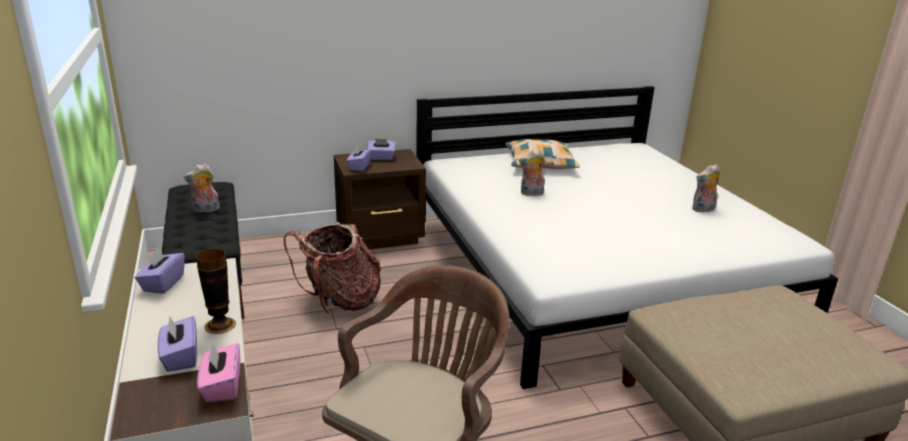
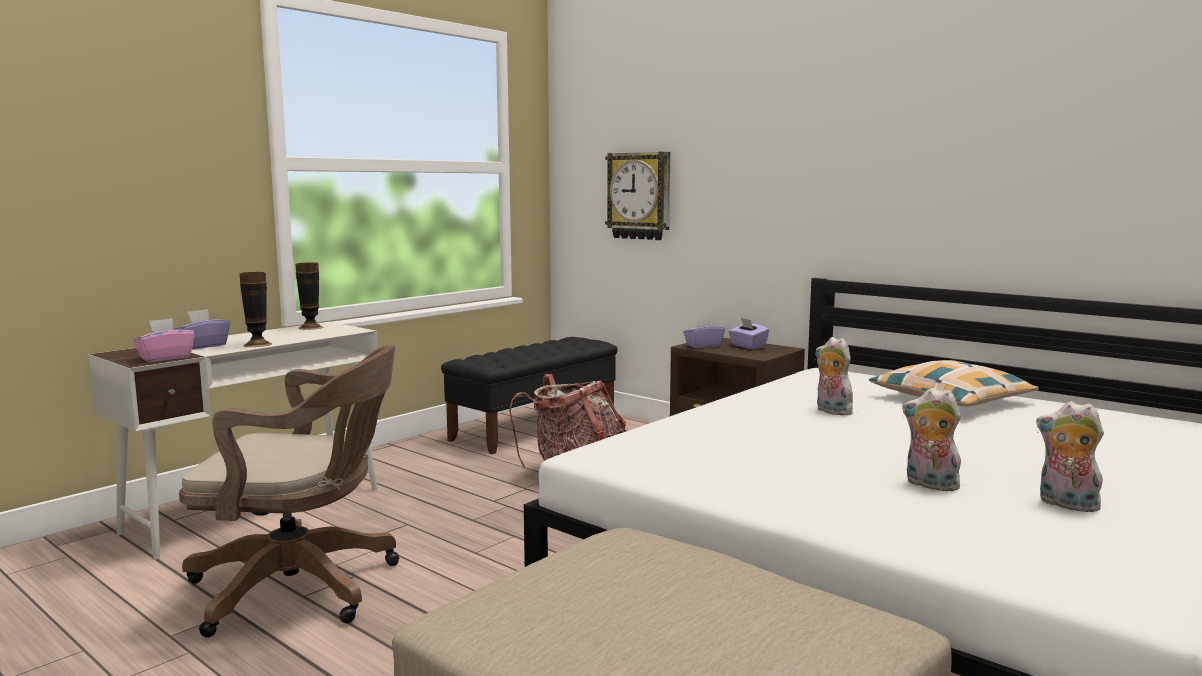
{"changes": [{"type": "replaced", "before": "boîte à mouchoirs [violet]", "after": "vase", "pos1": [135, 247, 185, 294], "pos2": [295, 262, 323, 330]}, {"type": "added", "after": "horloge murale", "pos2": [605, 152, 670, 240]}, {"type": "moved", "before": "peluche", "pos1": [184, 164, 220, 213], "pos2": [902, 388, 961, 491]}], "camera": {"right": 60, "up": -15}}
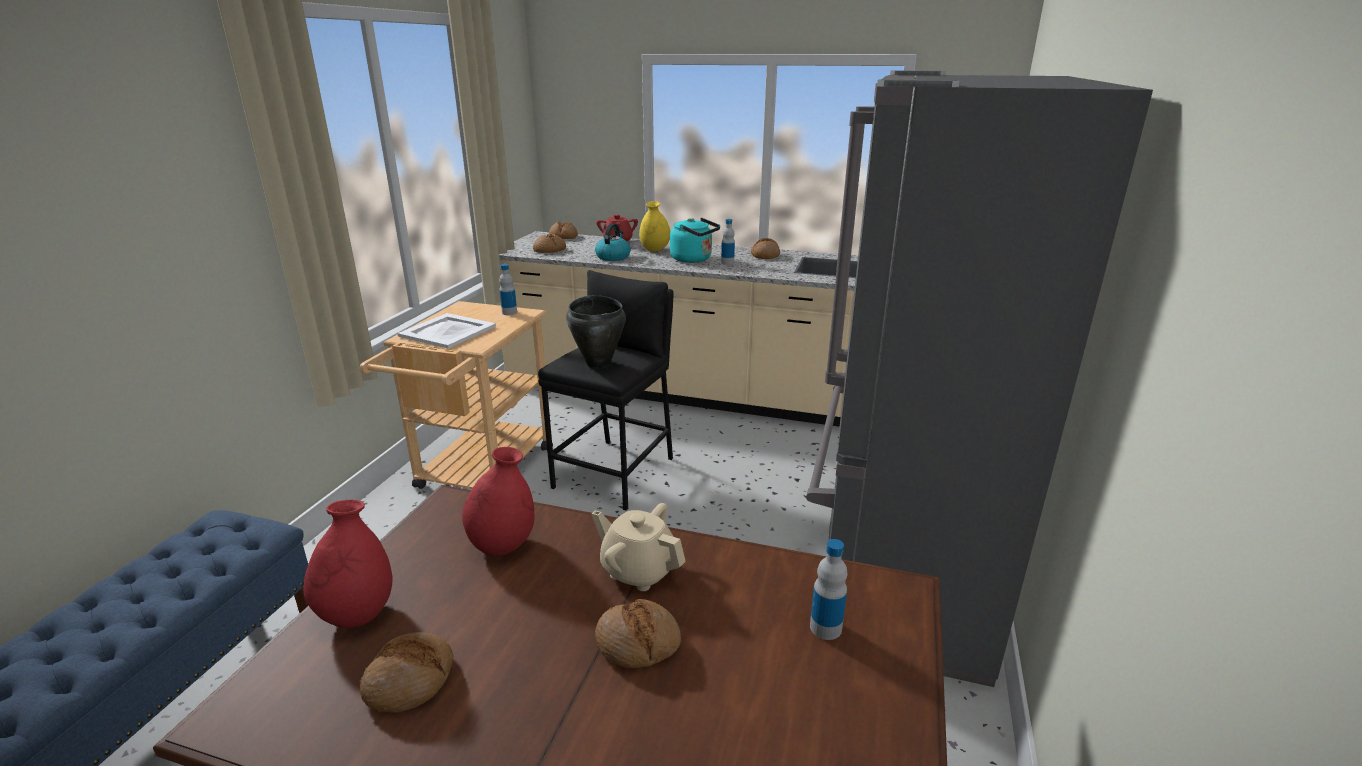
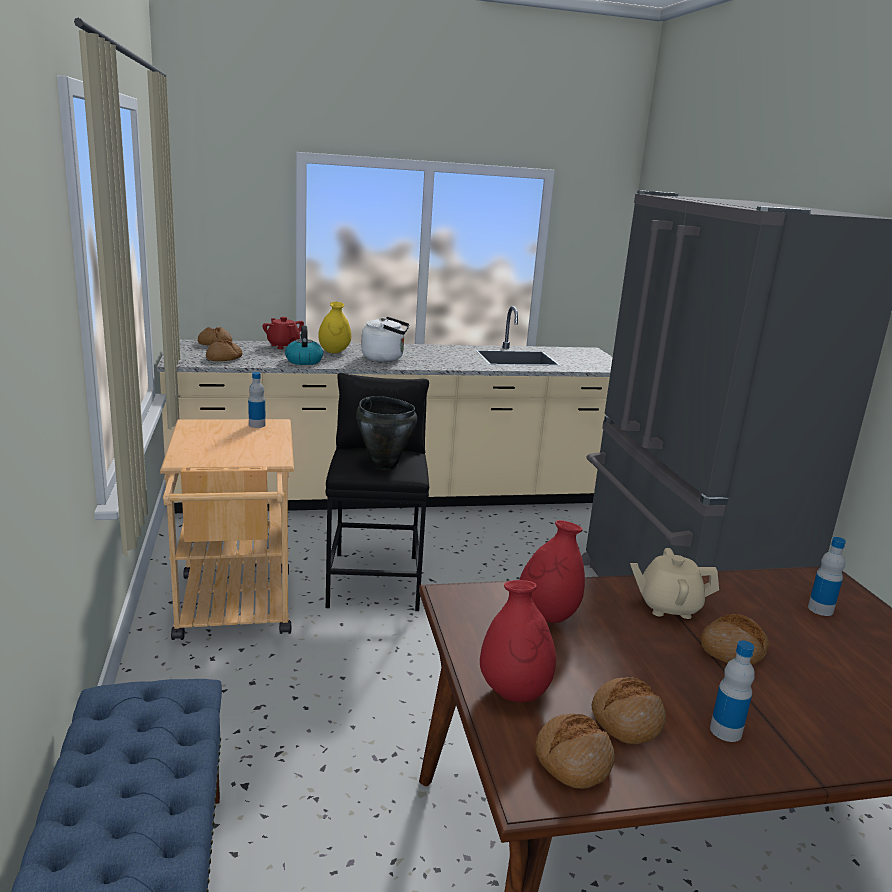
{"changes": [{"type": "recoloured", "before": "bouilloire [turquoise]", "after": "bouilloire [blanc]", "pos1": [670, 218, 720, 263], "pos2": [361, 317, 410, 362]}, {"type": "moved", "before": "pain", "pos1": [751, 238, 780, 259], "pos2": [535, 713, 615, 789]}, {"type": "moved", "before": "bouteille", "pos1": [721, 219, 735, 265], "pos2": [710, 640, 755, 742]}, {"type": "removed", "before": "plateau [blanc]", "pos1": [397, 313, 496, 349]}], "camera": {"right": -30, "up": -5}}
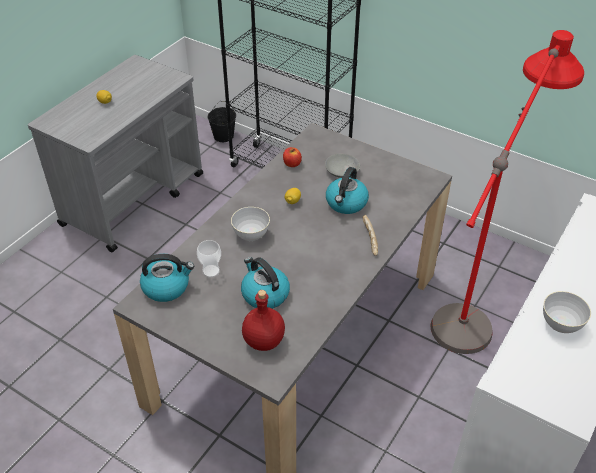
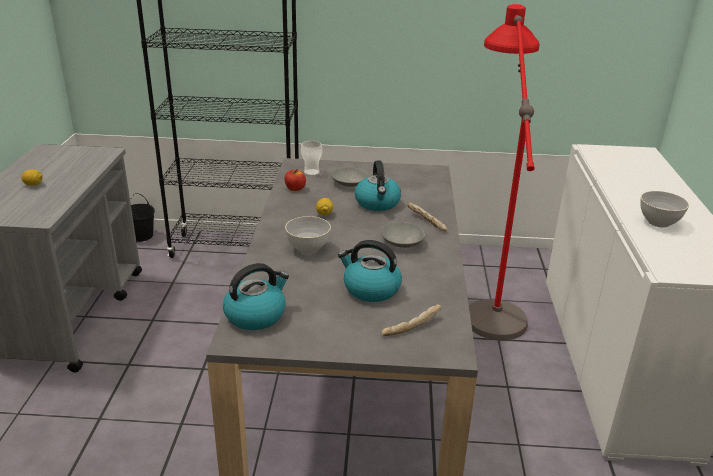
{"changes": [{"type": "moved", "before": "tasse", "pos1": [197, 240, 221, 278], "pos2": [301, 141, 322, 176]}, {"type": "added", "after": "bol [gris]", "pos2": [381, 222, 425, 248]}, {"type": "replaced", "before": "bouteille [rouge]", "after": "pain", "pos1": [242, 290, 285, 351], "pos2": [381, 304, 441, 336]}], "camera": {"right": -30, "up": -15}}
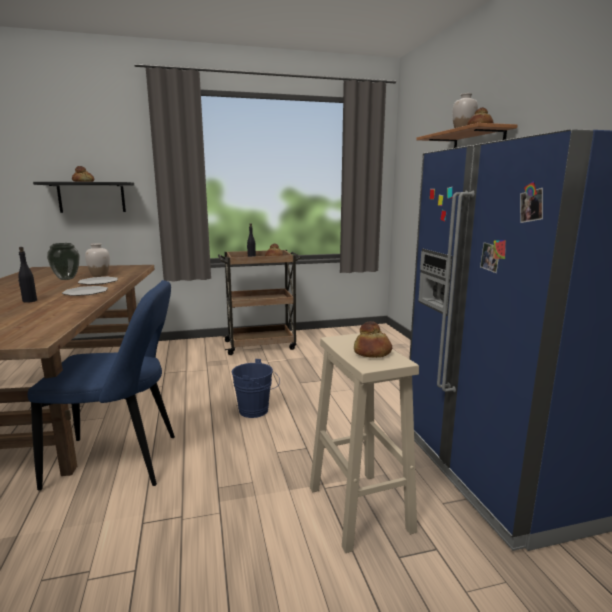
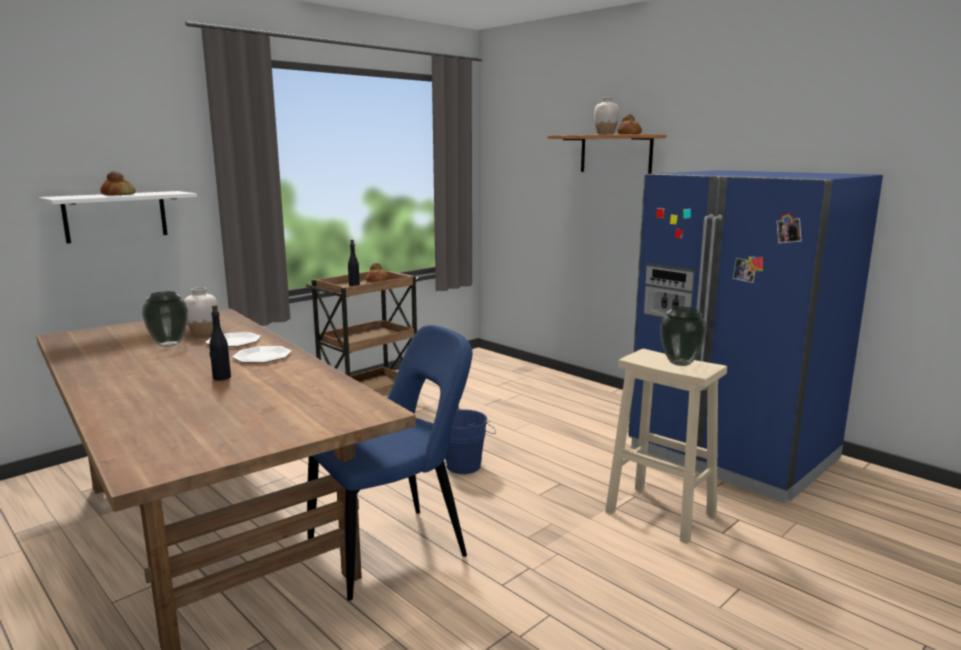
{"changes": [{"type": "recoloured", "before": "étagère [noir]", "after": "étagère [blanc]", "pos1": [33, 182, 134, 213], "pos2": [39, 191, 197, 244]}, {"type": "replaced", "before": "pain", "after": "vase", "pos1": [354, 321, 392, 358], "pos2": [660, 307, 707, 366]}], "camera": {"right": -30, "up": 0}}
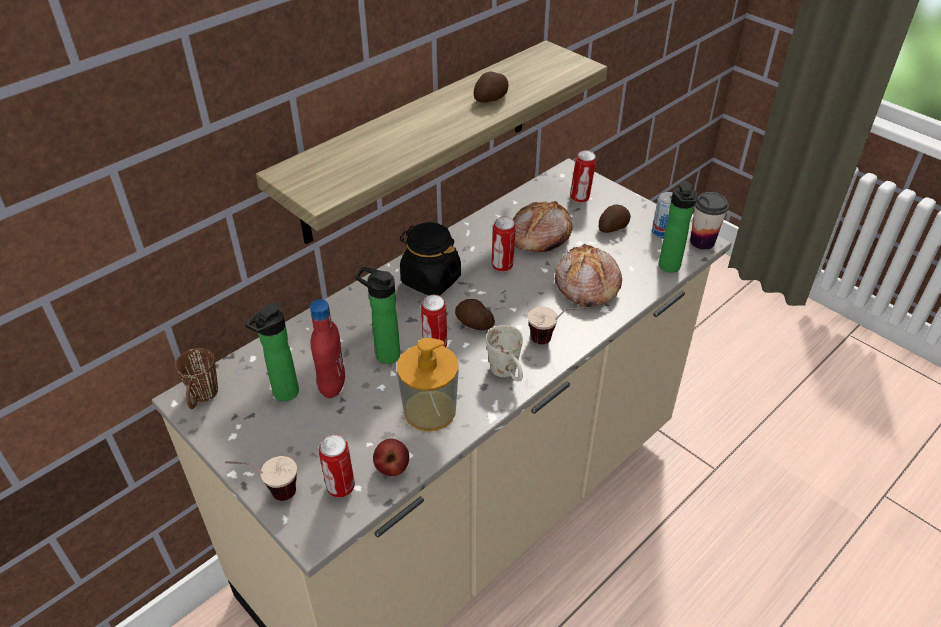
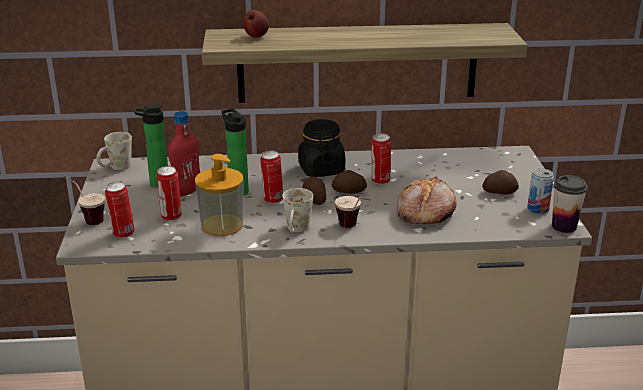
{"changes": [{"type": "recoloured", "before": "mug [marron]", "after": "mug [blanc]", "pos1": [175, 348, 218, 409], "pos2": [96, 132, 132, 170]}, {"type": "moved", "before": "boîte métallique", "pos1": [570, 150, 596, 203], "pos2": [156, 166, 182, 221]}, {"type": "moved", "before": "pomme", "pos1": [373, 438, 409, 476], "pos2": [243, 10, 269, 38]}, {"type": "moved", "before": "pomme de terre", "pos1": [474, 71, 509, 103], "pos2": [332, 170, 367, 194]}, {"type": "removed", "before": "pain", "pos1": [513, 201, 573, 252]}, {"type": "removed", "before": "bouteille", "pos1": [659, 180, 697, 273]}], "camera": {"right": 40, "up": -15}}
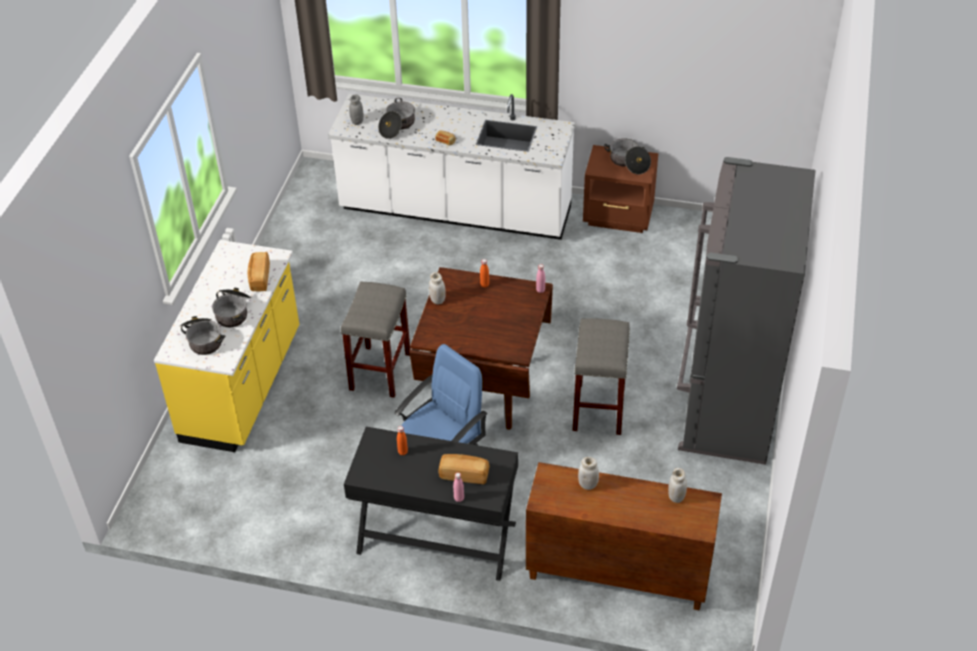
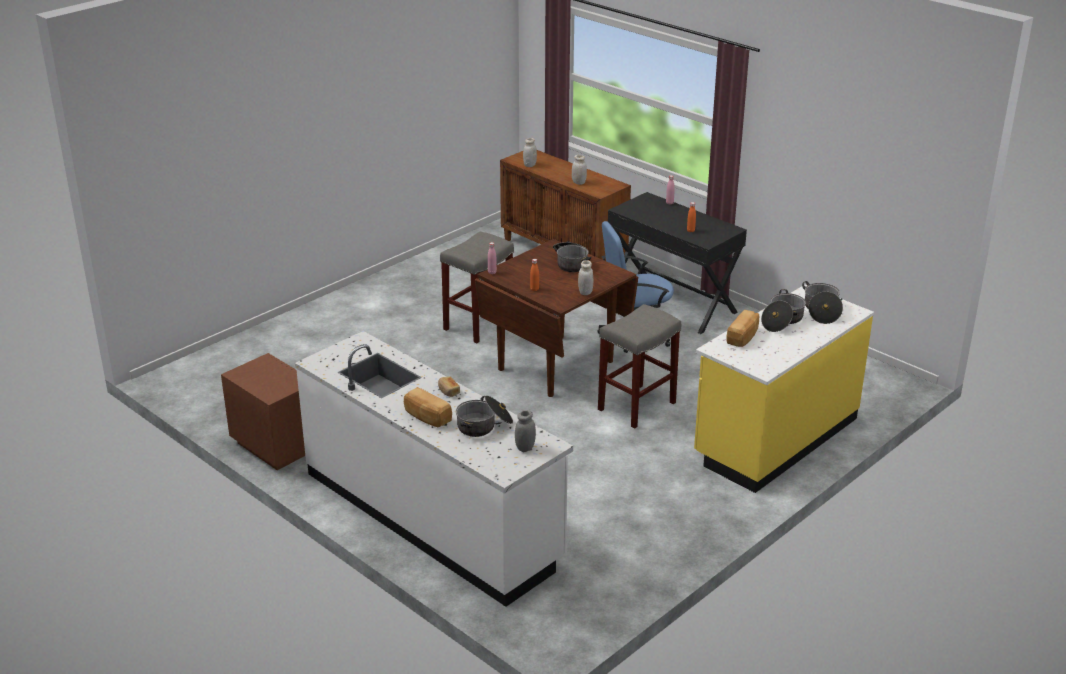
{"changes": [{"type": "moved", "before": "pain", "pos1": [438, 454, 489, 484], "pos2": [404, 387, 452, 427]}, {"type": "moved", "before": "marmite", "pos1": [604, 138, 651, 174], "pos2": [553, 241, 591, 272]}, {"type": "removed", "before": "réfrigérateur [gris]", "pos1": [677, 157, 816, 465]}], "camera": {"right": -150, "up": -15}}
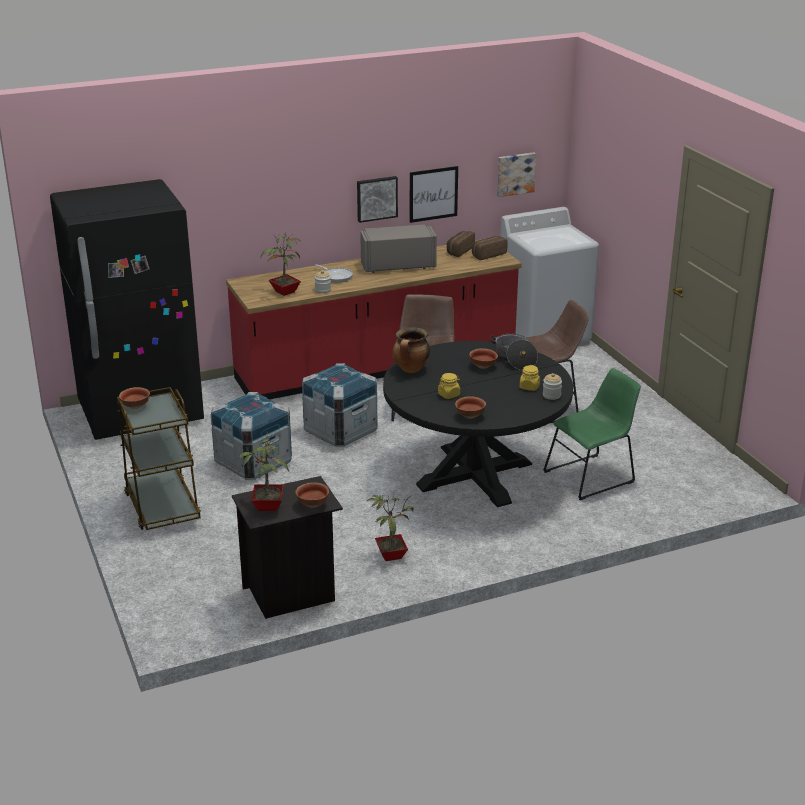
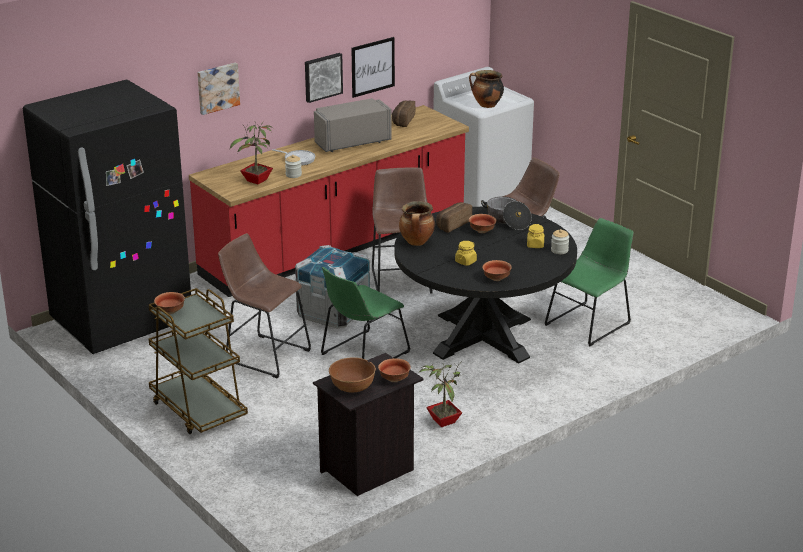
{"changes": [{"type": "moved", "before": "tableau", "pos1": [497, 152, 536, 197], "pos2": [197, 63, 240, 115]}, {"type": "replaced", "before": "caisse", "after": "tabouret [marron]", "pos1": [211, 392, 292, 480], "pos2": [218, 233, 311, 379]}, {"type": "added", "after": "chaise [vert]", "pos2": [321, 267, 411, 359]}, {"type": "replaced", "before": "plante en pot", "after": "bol [marron]", "pos1": [237, 436, 289, 511], "pos2": [329, 357, 376, 392]}, {"type": "moved", "before": "pain", "pos1": [472, 236, 507, 260], "pos2": [436, 202, 472, 233]}, {"type": "added", "after": "marmite", "pos2": [469, 70, 504, 108]}], "camera": {"right": -15, "up": 0}}
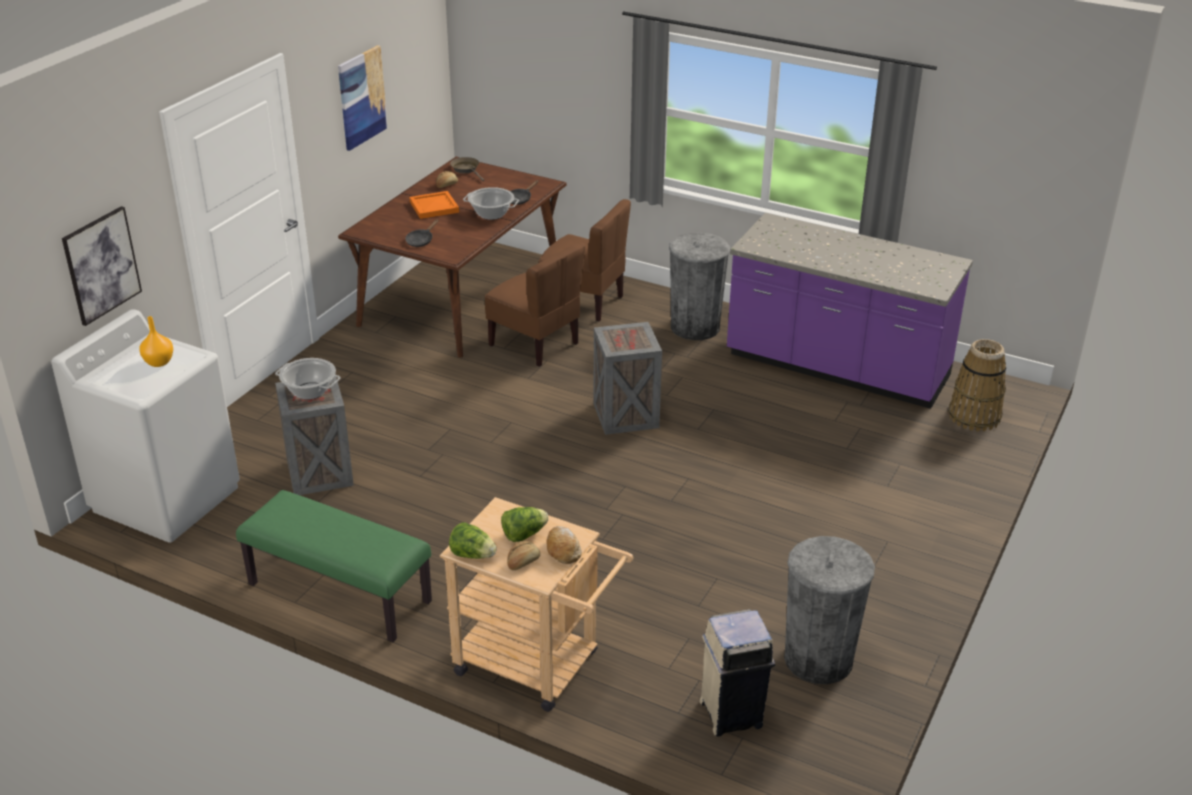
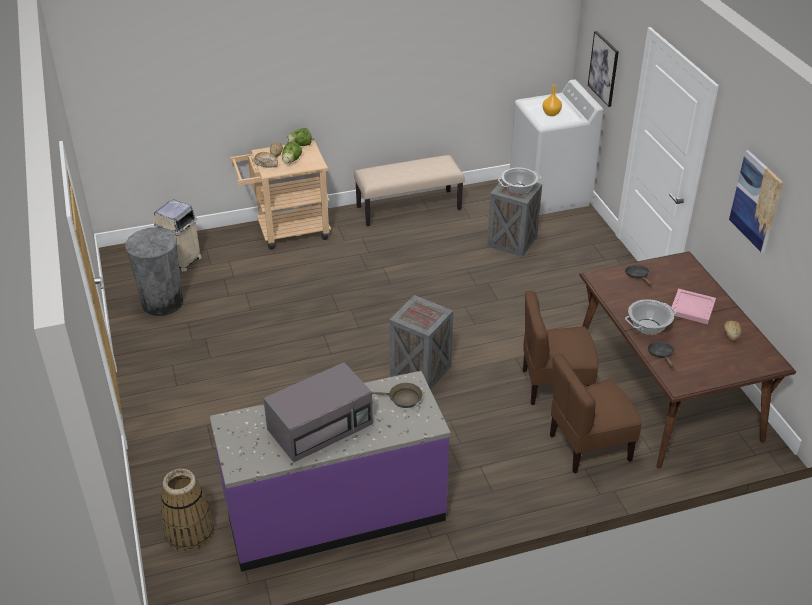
{"changes": [{"type": "added", "after": "micro-ondes [gris]", "pos2": [263, 362, 373, 462]}, {"type": "recoloured", "before": "banc [vert]", "after": "banc [beige]", "pos1": [236, 490, 432, 642], "pos2": [354, 155, 465, 226]}, {"type": "moved", "before": "poêle [marron]", "pos1": [450, 157, 484, 181], "pos2": [372, 383, 422, 408]}, {"type": "recoloured", "before": "plateau [orange]", "after": "plateau [rose]", "pos1": [409, 191, 459, 219], "pos2": [671, 289, 716, 324]}, {"type": "removed", "before": "poubelle [gris]", "pos1": [669, 233, 730, 340]}], "camera": {"right": 135, "up": 5}}
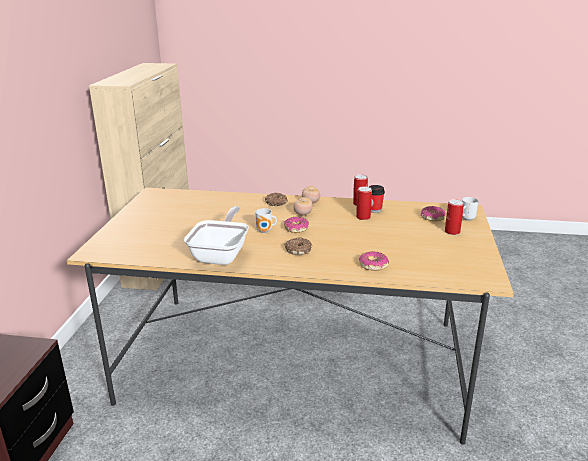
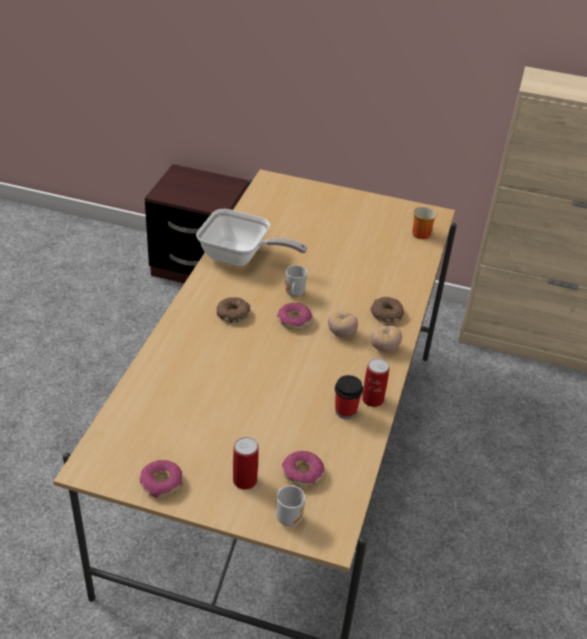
{"changes": [{"type": "moved", "before": "beignet", "pos1": [359, 251, 389, 271], "pos2": [140, 460, 182, 498]}, {"type": "added", "after": "mug", "pos2": [412, 207, 437, 239]}, {"type": "removed", "before": "boîte métallique", "pos1": [356, 186, 372, 220]}], "camera": {"right": 95, "up": 15}}
